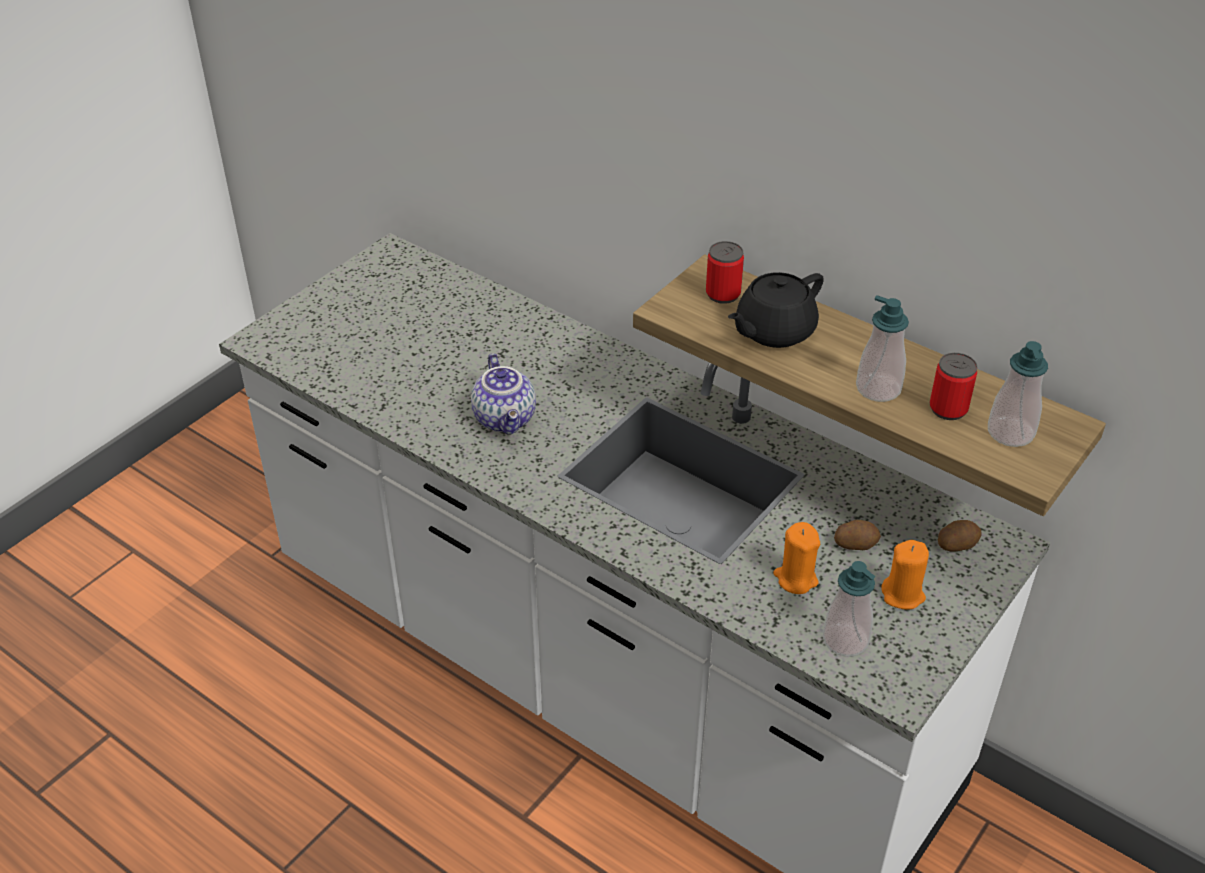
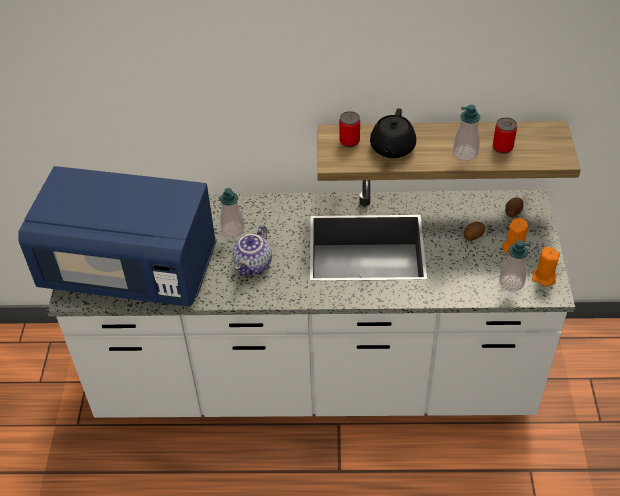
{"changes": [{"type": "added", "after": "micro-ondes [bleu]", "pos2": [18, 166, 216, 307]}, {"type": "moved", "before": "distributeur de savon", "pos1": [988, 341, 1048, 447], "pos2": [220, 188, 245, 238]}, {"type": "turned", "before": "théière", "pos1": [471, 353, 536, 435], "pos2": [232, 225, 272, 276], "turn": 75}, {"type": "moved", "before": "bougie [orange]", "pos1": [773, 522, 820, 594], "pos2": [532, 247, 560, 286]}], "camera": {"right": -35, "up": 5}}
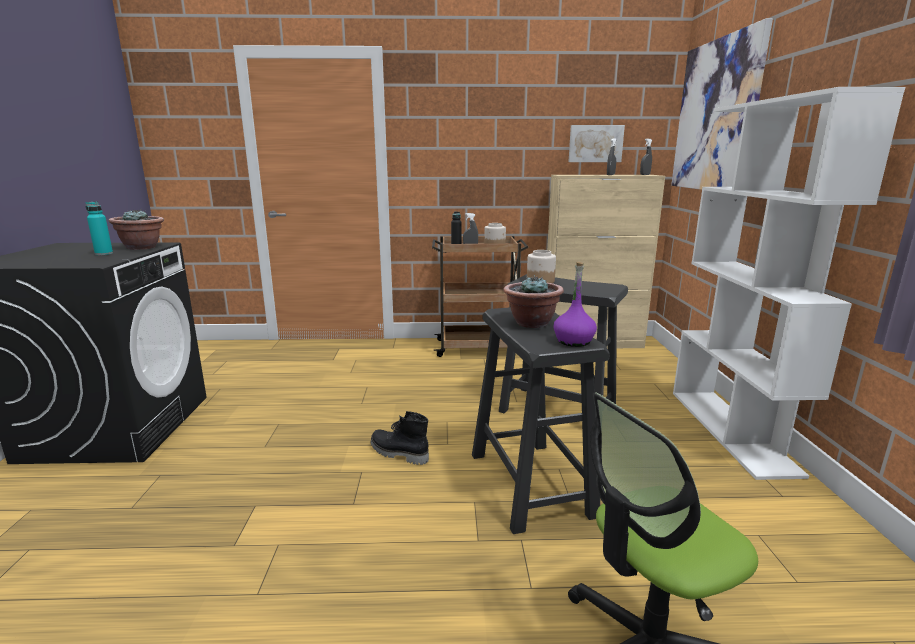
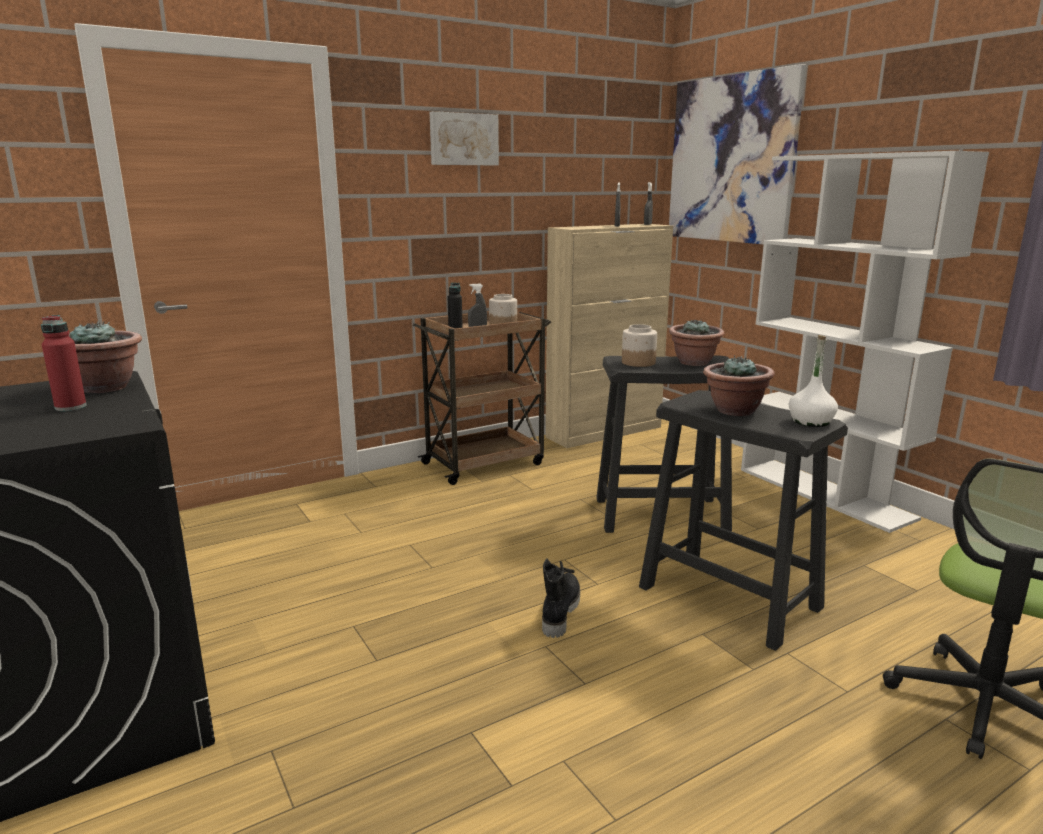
{"changes": [{"type": "recoloured", "before": "bouteille [turquoise]", "after": "bouteille [rouge]", "pos1": [85, 201, 113, 255], "pos2": [41, 315, 87, 411]}, {"type": "moved", "before": "tableau", "pos1": [568, 125, 625, 162], "pos2": [430, 111, 499, 165]}, {"type": "turned", "before": "botte [noir]", "pos1": [371, 411, 429, 465], "pos2": [542, 558, 580, 638], "turn": 105}, {"type": "added", "after": "plante en pot", "pos2": [669, 320, 724, 366]}, {"type": "recoloured", "before": "bouteille [violet]", "after": "bouteille [blanc]", "pos1": [554, 262, 597, 347], "pos2": [789, 335, 838, 427]}], "camera": {"right": -30, "up": 0}}
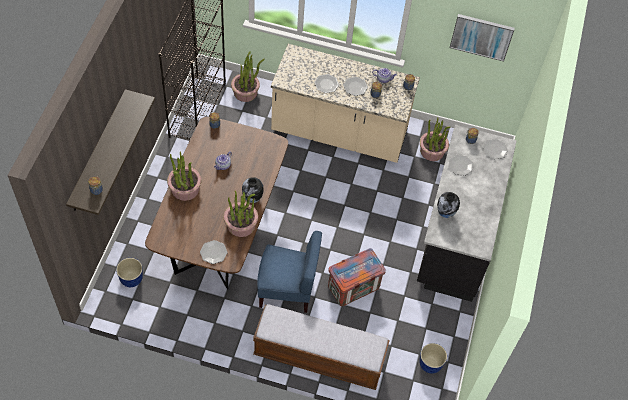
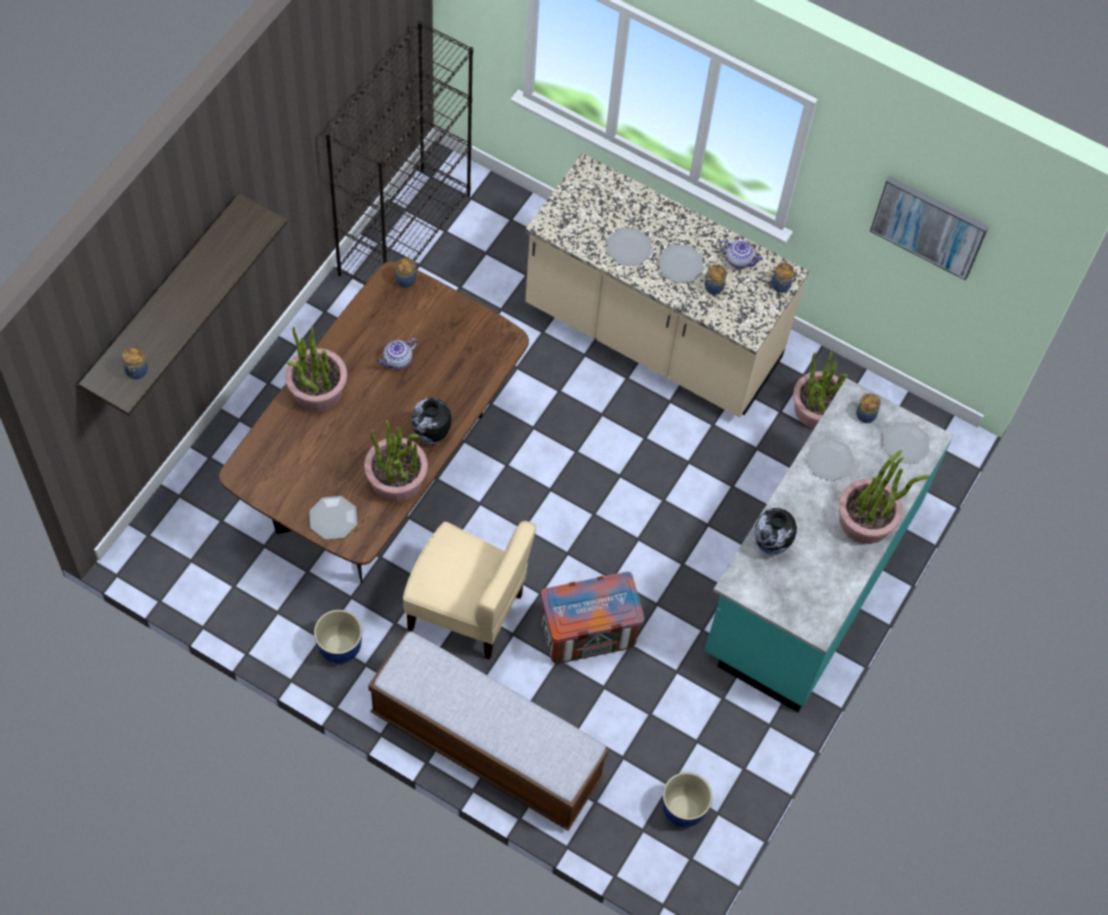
{"changes": [{"type": "moved", "before": "cache-pot", "pos1": [116, 258, 143, 287], "pos2": [314, 610, 362, 664]}, {"type": "recoloured", "before": "chaise [bleu]", "after": "chaise [beige]", "pos1": [257, 231, 322, 313], "pos2": [403, 521, 536, 660]}, {"type": "recoloured", "before": "comptoir de cuisine [noir]", "after": "comptoir de cuisine [turquoise]", "pos1": [417, 125, 517, 302], "pos2": [705, 378, 954, 713]}, {"type": "moved", "before": "plante en pot", "pos1": [231, 51, 265, 102], "pos2": [839, 450, 930, 544]}], "camera": {"right": 15, "up": 5}}
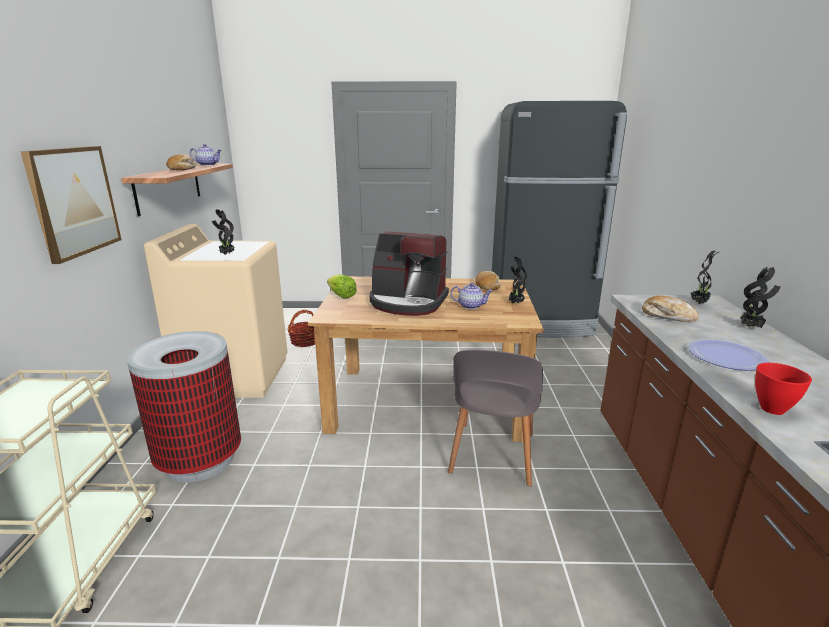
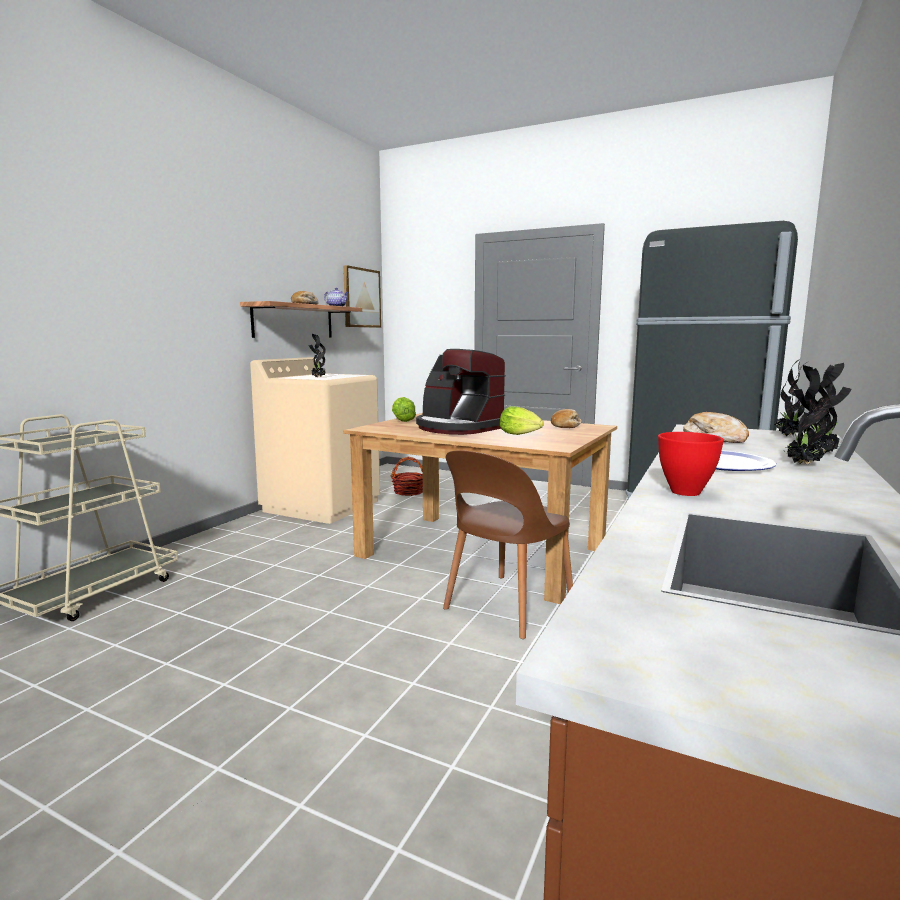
{"changes": [{"type": "moved", "before": "tableau", "pos1": [20, 146, 121, 264], "pos2": [343, 265, 381, 328]}, {"type": "recoloured", "before": "chaise [gris]", "after": "chaise [marron]", "pos1": [448, 350, 543, 487], "pos2": [443, 450, 573, 639]}, {"type": "replaced", "before": "théière", "after": "laitue", "pos1": [450, 283, 493, 309], "pos2": [500, 406, 544, 435]}, {"type": "moved", "before": "plante en pot", "pos1": [509, 256, 527, 304], "pos2": [784, 365, 830, 464]}, {"type": "removed", "before": "poubelle", "pos1": [127, 331, 241, 483]}], "camera": {"right": 25, "up": -10}}
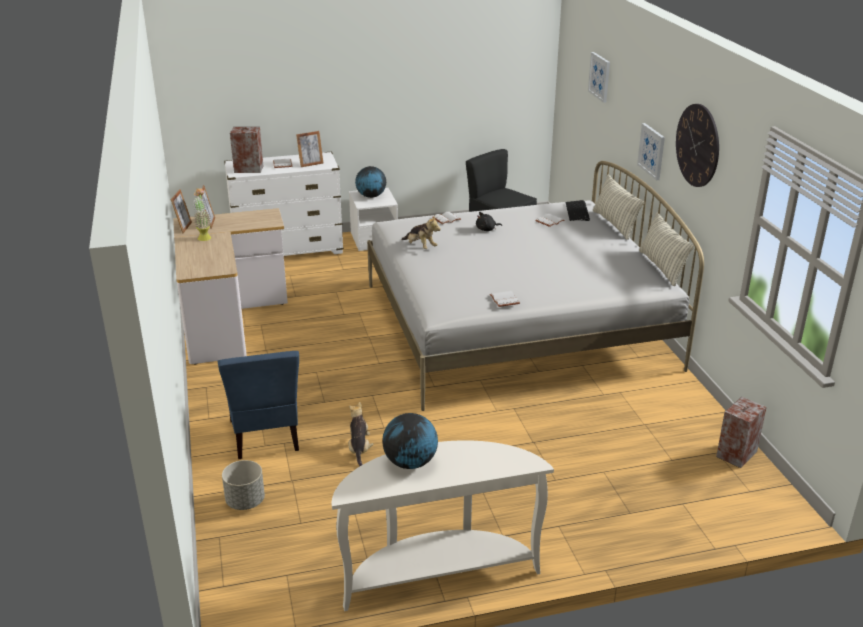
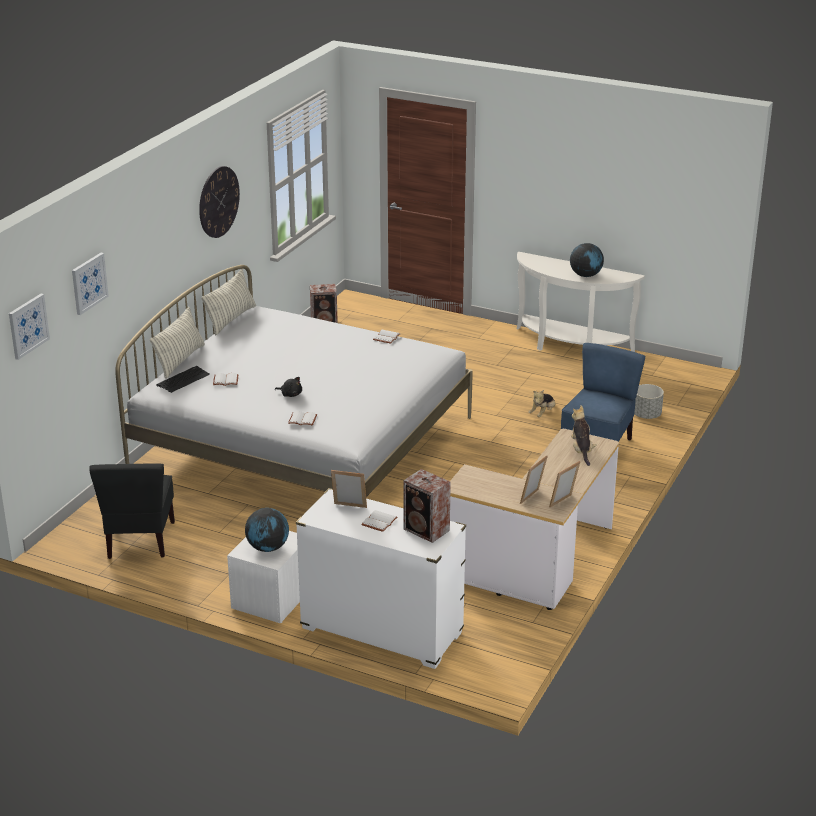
{"changes": [{"type": "moved", "before": "tableau", "pos1": [637, 123, 665, 180], "pos2": [9, 294, 50, 360]}, {"type": "moved", "before": "peluche", "pos1": [401, 216, 441, 249], "pos2": [571, 405, 596, 466]}, {"type": "removed", "before": "plante en pot", "pos1": [193, 188, 211, 241]}], "camera": {"right": -140, "up": 0}}
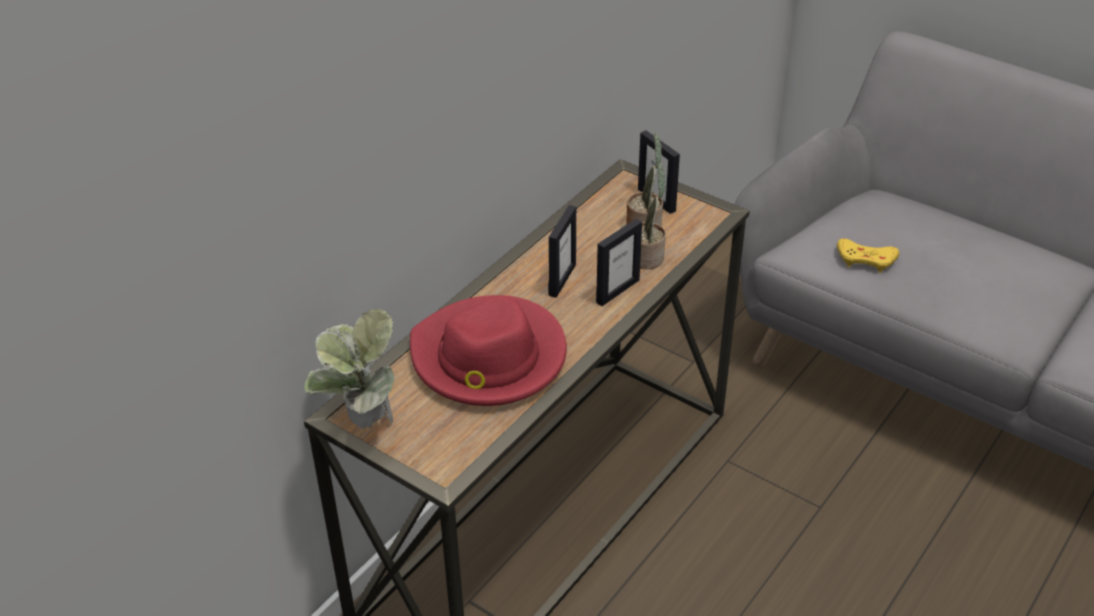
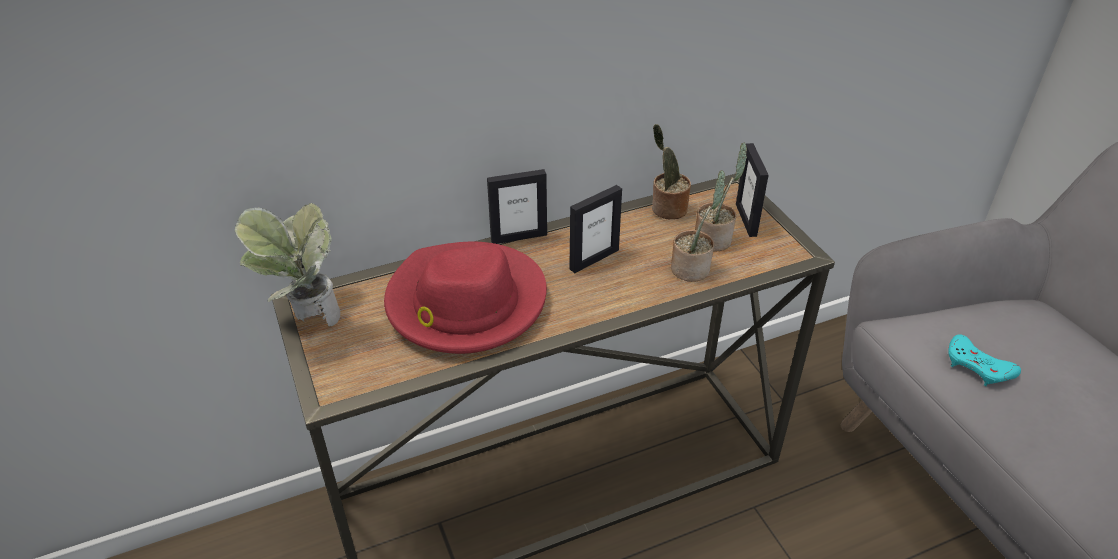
{"changes": [{"type": "moved", "before": "cadre photo", "pos1": [596, 219, 642, 306], "pos2": [487, 169, 547, 244]}, {"type": "added", "after": "plante en pot", "pos2": [652, 124, 691, 219]}, {"type": "recoloured", "before": "manette [jaune]", "after": "manette [turquoise]", "pos1": [837, 238, 899, 273], "pos2": [948, 334, 1021, 386]}], "camera": {"right": 30, "up": 0}}
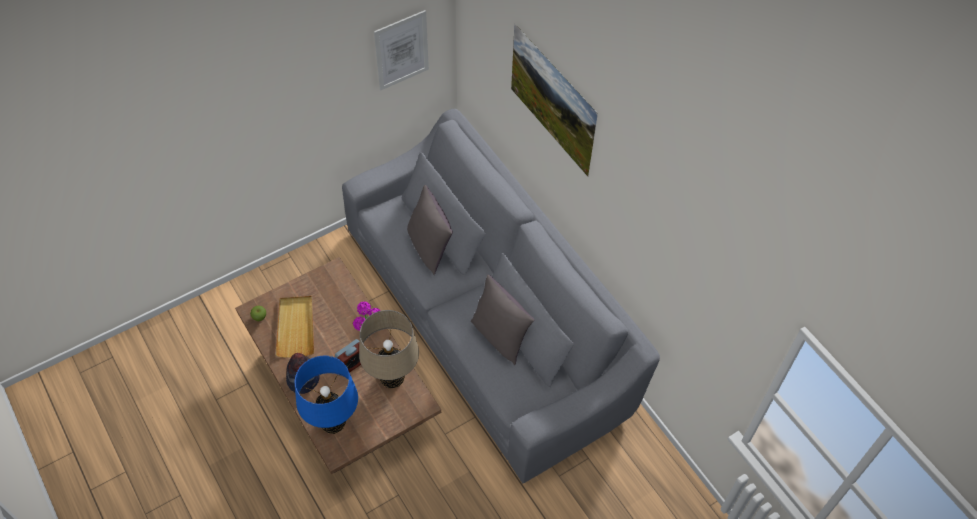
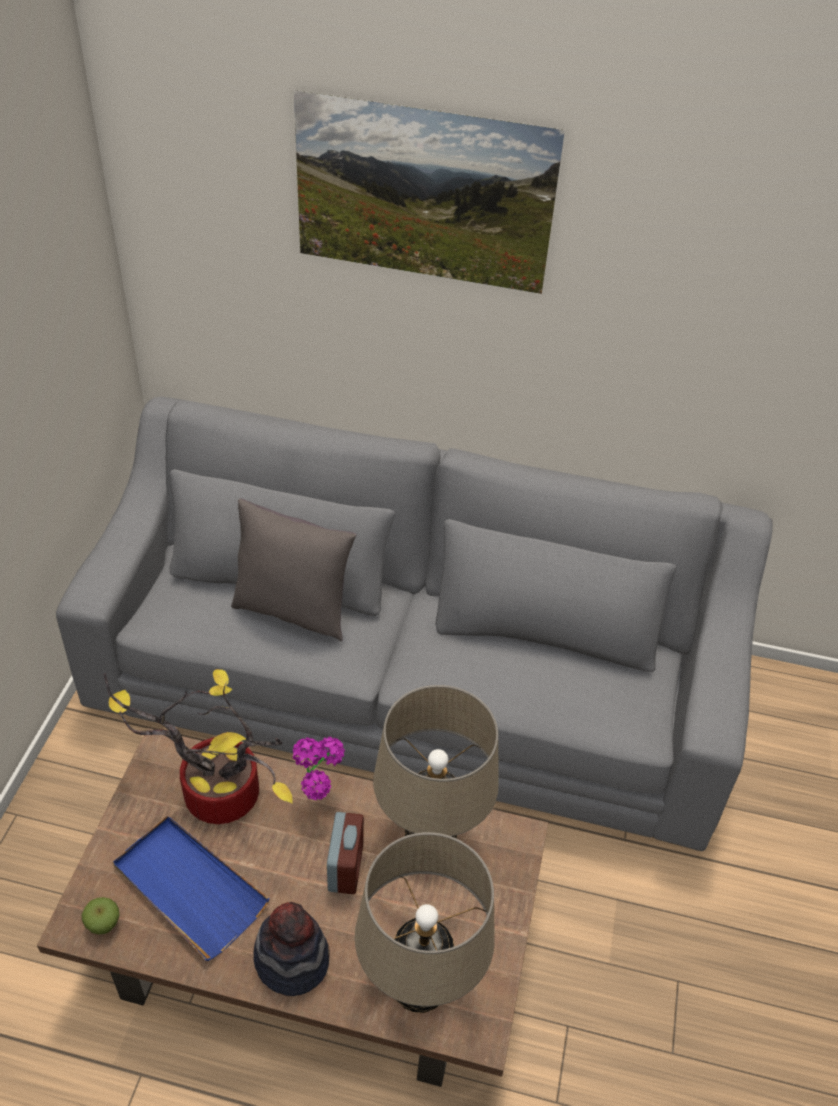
{"changes": [{"type": "added", "after": "plante en pot", "pos2": [104, 669, 293, 824]}, {"type": "recoloured", "before": "plateau [beige]", "after": "plateau [bleu]", "pos1": [275, 296, 314, 358], "pos2": [113, 816, 270, 961]}, {"type": "recoloured", "before": "lampe de table [bleu]", "after": "lampe de table [beige]", "pos1": [295, 356, 358, 434], "pos2": [355, 832, 495, 1013]}, {"type": "removed", "before": "tableau", "pos1": [374, 10, 429, 90]}, {"type": "removed", "before": "coussin [gris]", "pos1": [471, 274, 534, 365]}], "camera": {"right": -45, "up": -10}}
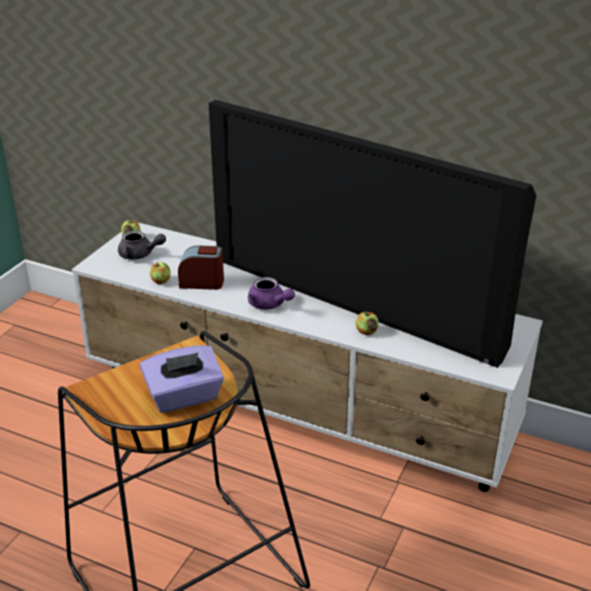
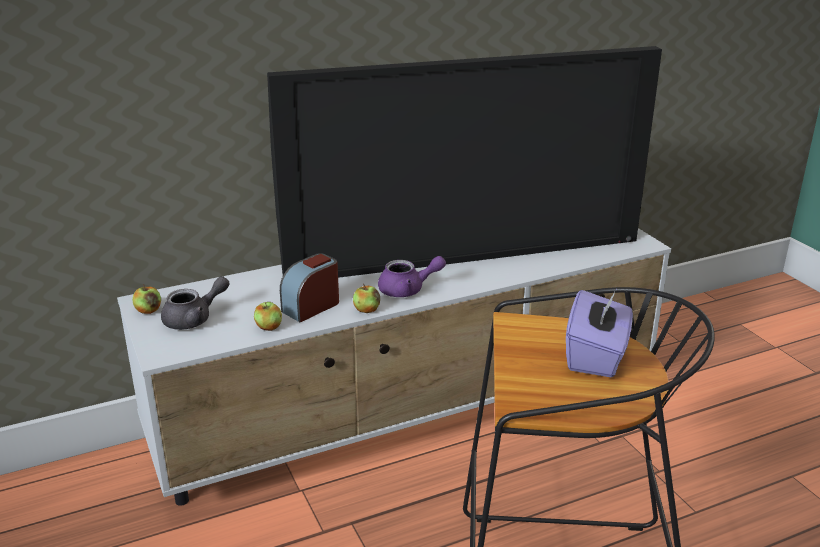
{"changes": [{"type": "moved", "before": "pomme", "pos1": [355, 310, 379, 335], "pos2": [353, 284, 380, 313]}], "camera": {"right": -50, "up": -5}}
